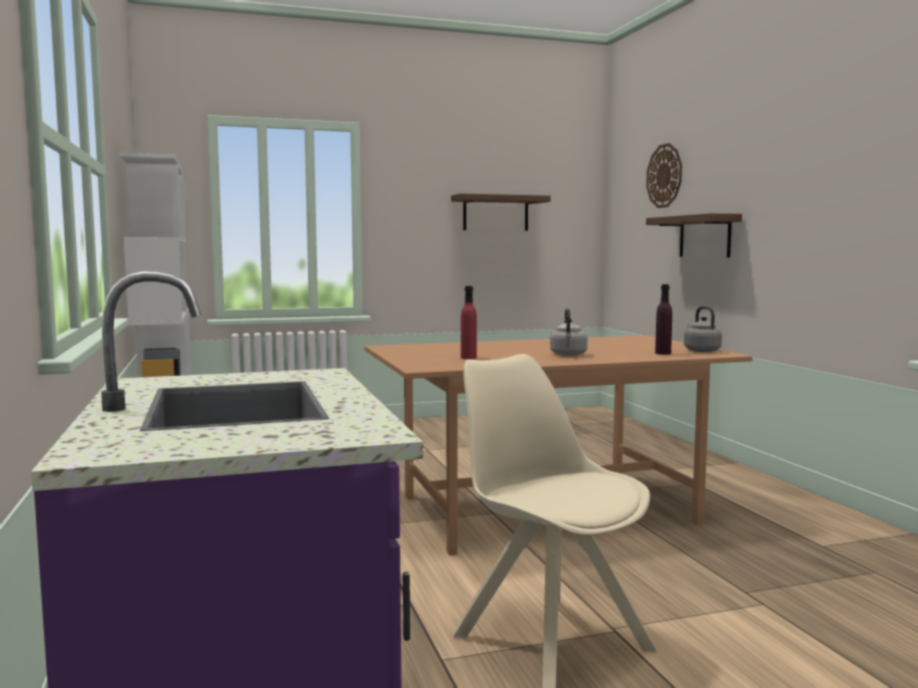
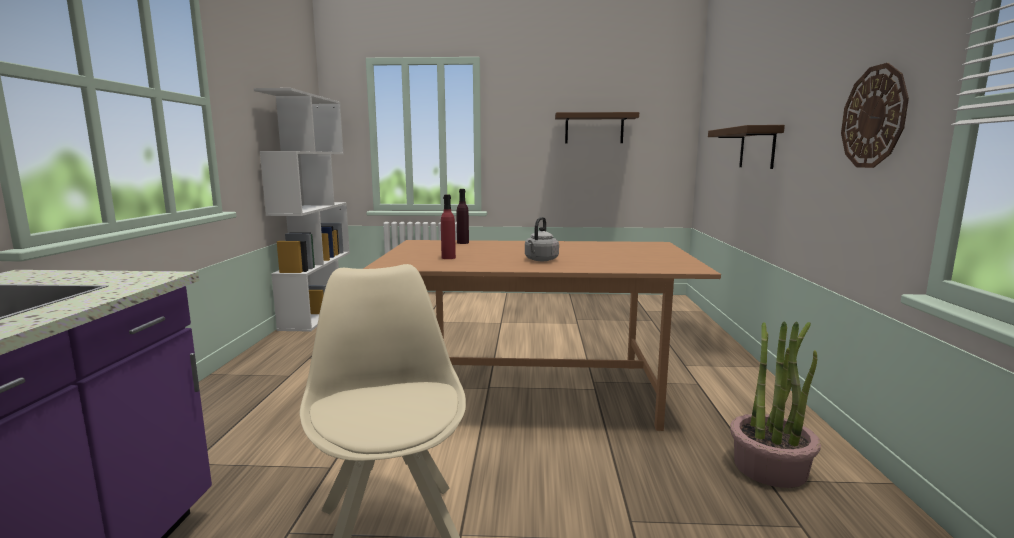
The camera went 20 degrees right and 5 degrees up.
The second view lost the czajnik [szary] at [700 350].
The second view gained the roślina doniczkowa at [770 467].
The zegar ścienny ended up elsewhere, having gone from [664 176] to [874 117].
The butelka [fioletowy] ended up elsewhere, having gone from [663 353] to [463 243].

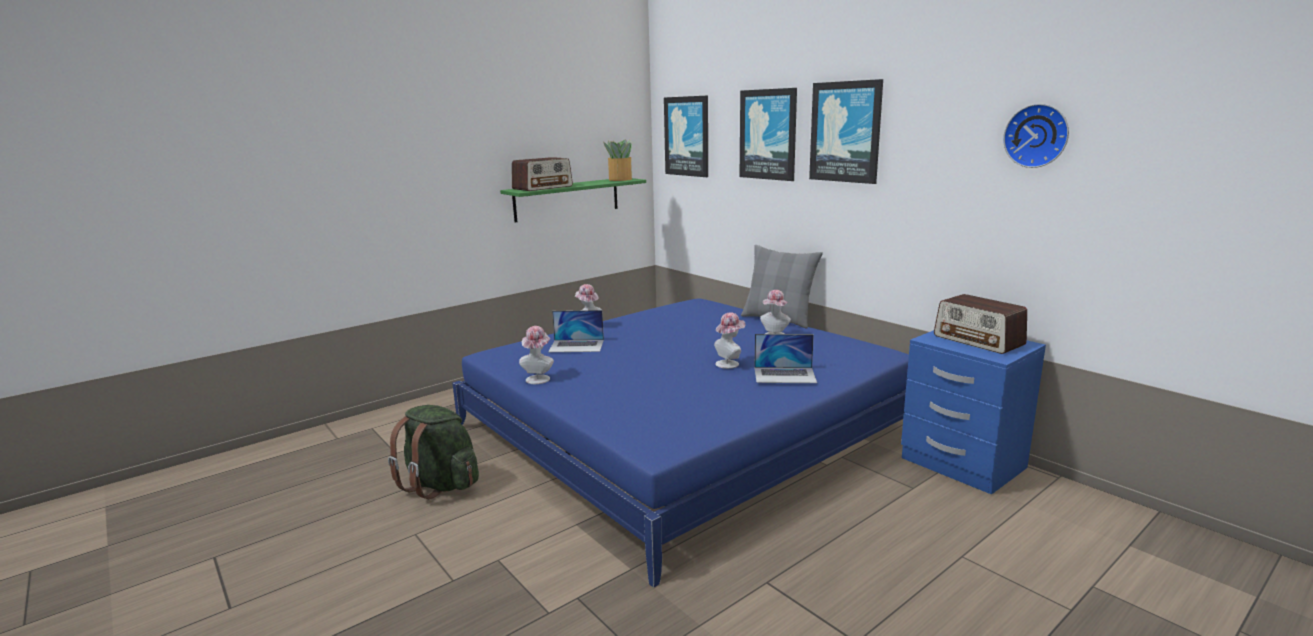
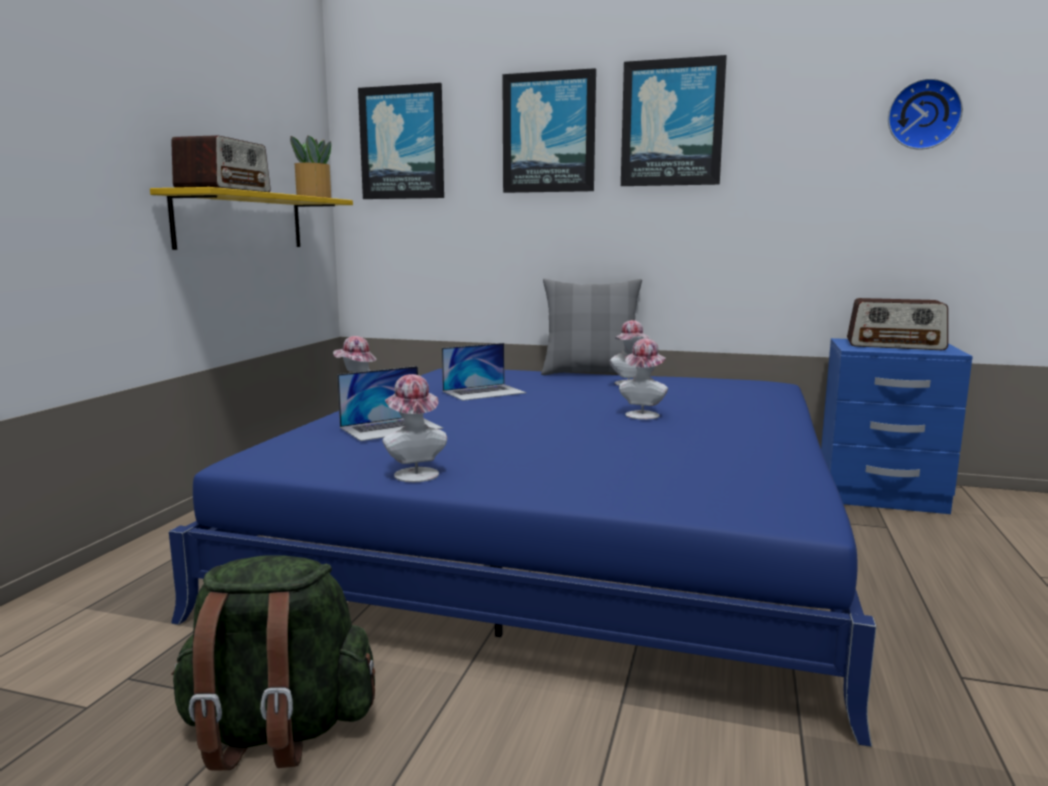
The camera went 35 degrees left and 5 degrees down.
The laptop ended up elsewhere, having gone from [785 375] to [484 392].
What was the półka [zielony] at [567 199] turned into the półka [żółty] at [241 221].

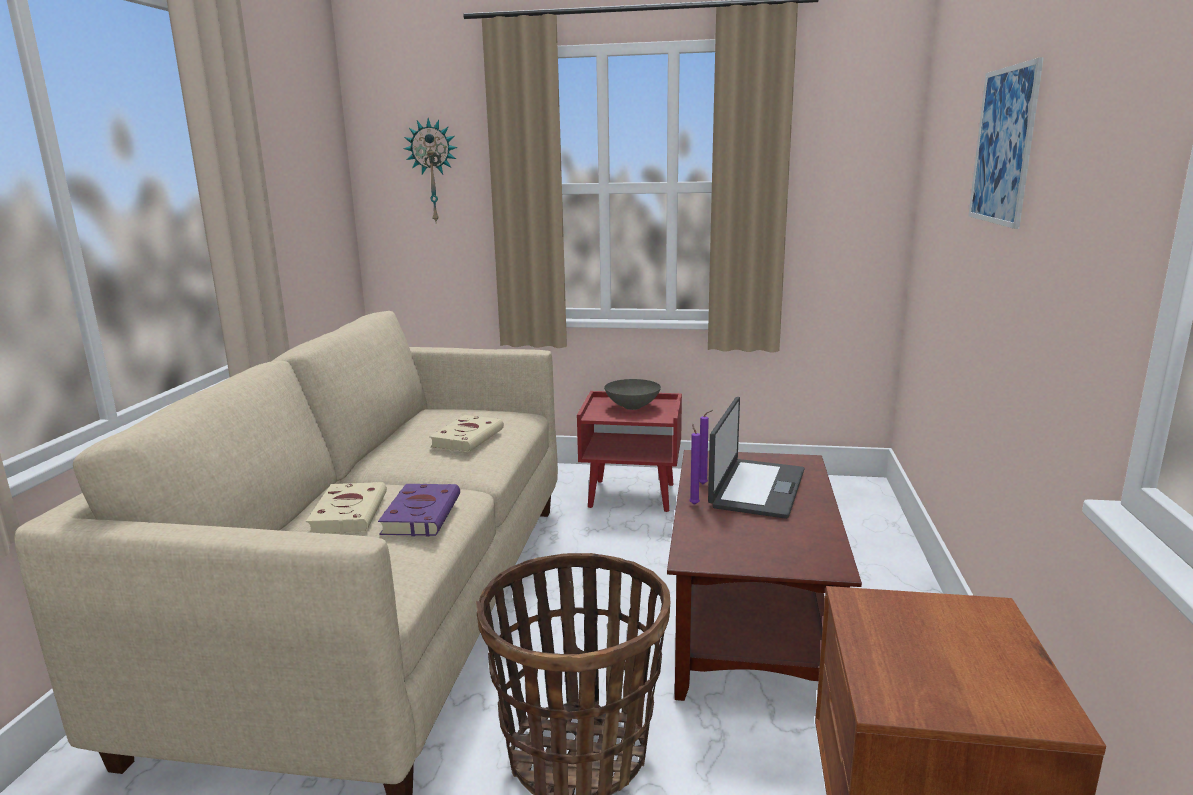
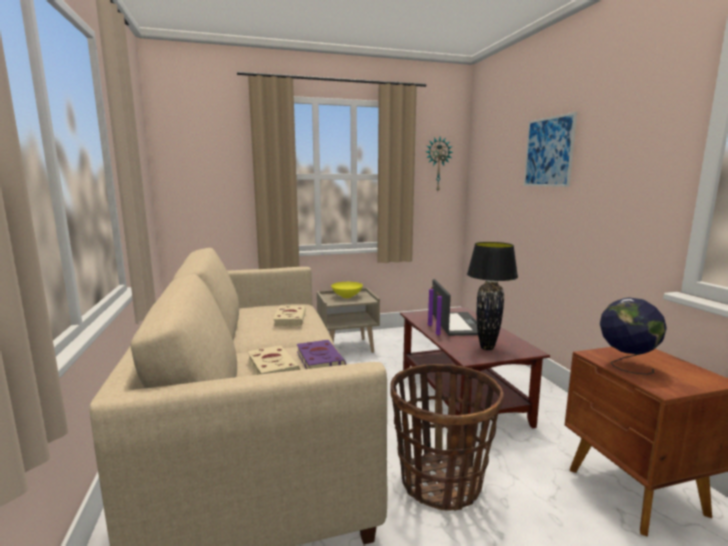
The camera went 25 degrees left and 5 degrees down.
The second view gained the lampa stołowa [czarny] at [486 348].
The second view gained the globus at [625 366].
The zegar ścienny ended up elsewhere, having gone from [433 171] to [437 164].
What was the szafka nocna [czerwony] at [633 495] turned into the szafka nocna [beżowy] at [348 347].
What was the miska [szary] at [633 407] turned into the miska [żółty] at [347 296].

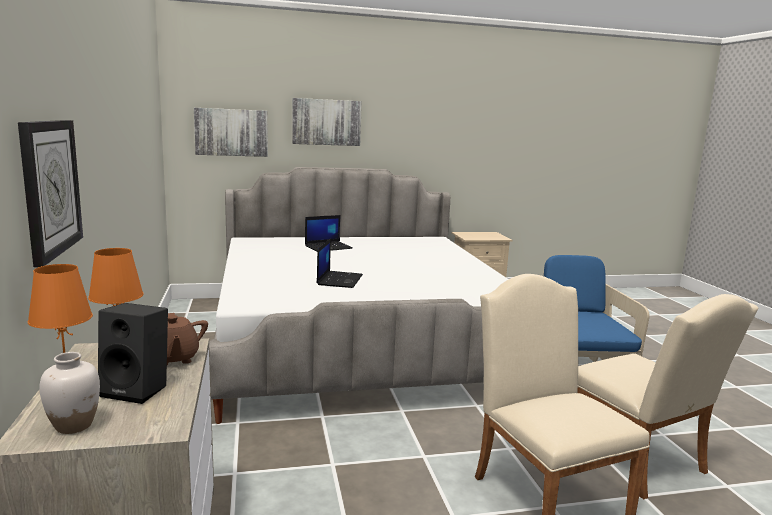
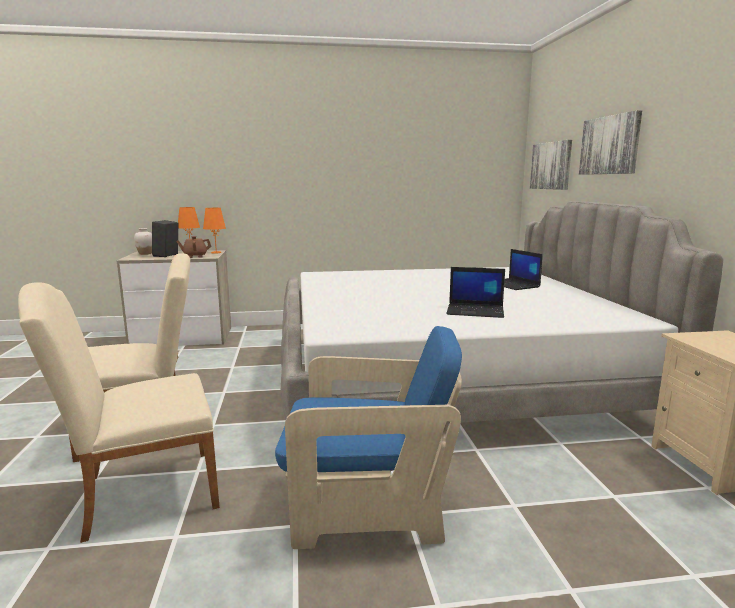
The camera went 95 degrees right and 0 degrees up.
The second view lost the zegar ścienny at [50 187].
The laptop ended up elsewhere, having gone from [339 279] to [476 311].

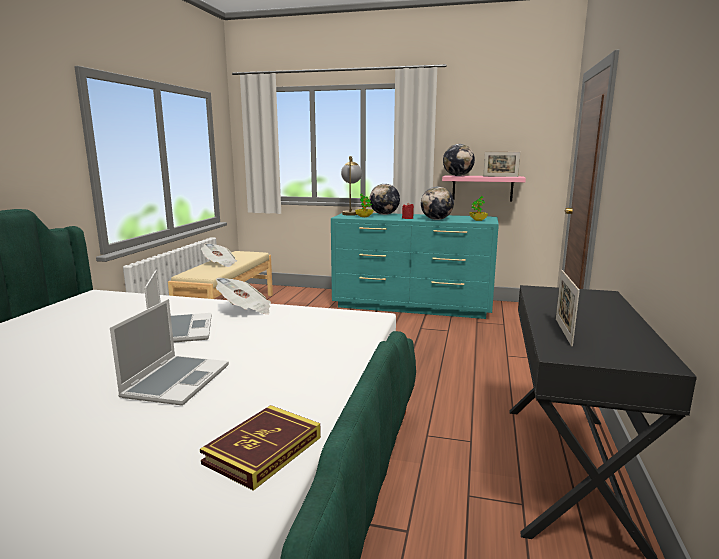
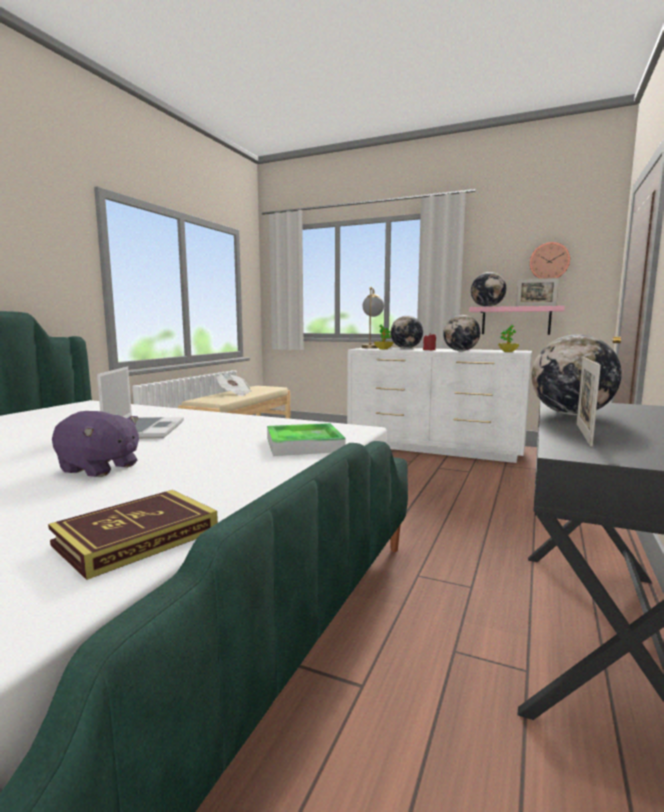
The camera went 10 degrees right and 5 degrees down.
The second view lost the gazeta at [246 310].
The second view gained the taca at [304 444].
The second view gained the zegar ścienny at [549 261].
The second view gained the globus at [571 414].
Where the laptop stood at [176 381], the pluszak [fioletowy] came to stand at [99 468].
What was the komoda [turkusowy] at [413 306] turned into the komoda [biały] at [434 448].

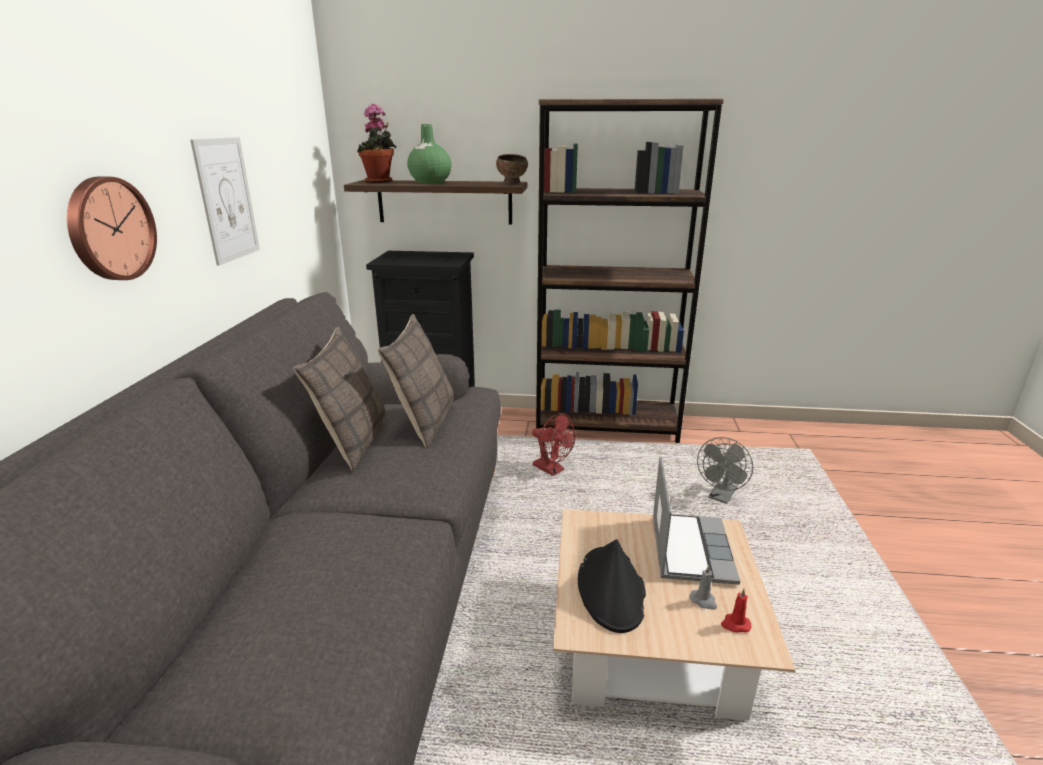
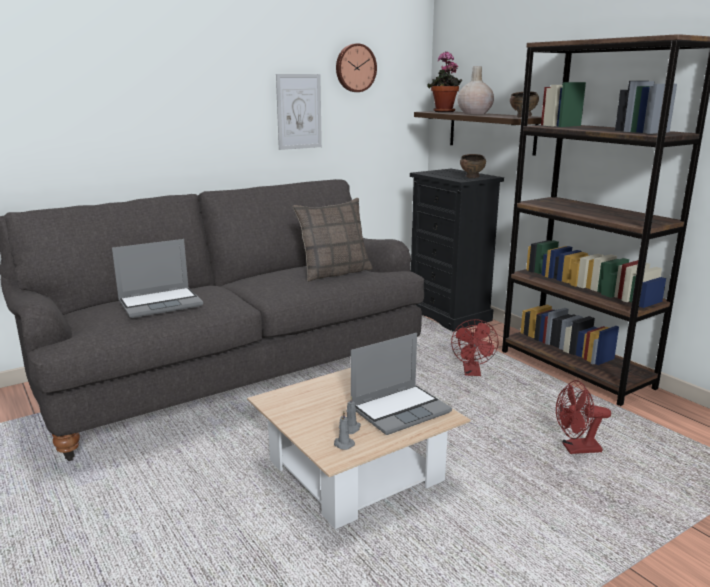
The camera went 50 degrees right and 5 degrees down.
The second view lost the poduszka at [352 441].
The second view lost the kapelusz [czarny] at [611 589].
The second view gained the laptop at [161 303].
The second view gained the miska [brązowy] at [472 177].
The zegar ścienny ended up elsewhere, having gone from [109 229] to [355 68].
What was the wazon [zielony] at [430 182] turned into the wazon [beżowy] at [474 113].
What was the wentylator [szary] at [721 497] turned into the wentylator [czerwony] at [576 449].
What was the świeca [czerwony] at [735 624] turned into the świeca [szary] at [343 444].

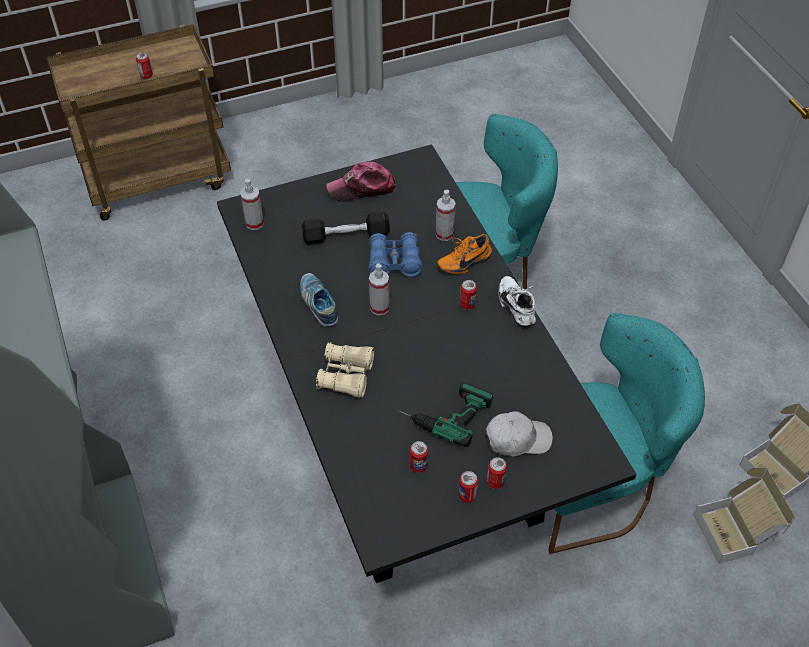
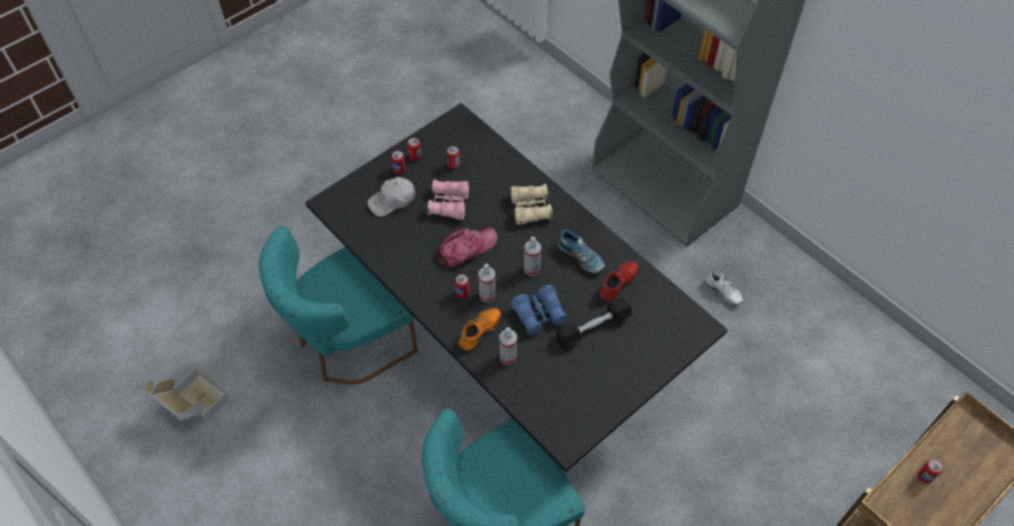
The camera went 160 degrees right and 5 degrees up.
The second view lost the karton at [736 531].
The second view gained the but [czerwony] at [619 285].
The spryskiwacz ended up elsewhere, having gone from [254 223] to [487 295].
The czapka z daszkiem ended up elsewhere, having gone from [362 188] to [466 248].
The but [biały] ended up elsewhere, having gone from [518 307] to [722 293].
Where the wiertarka stood at [445 412], the lornetka [różowy] came to stand at [449 204].

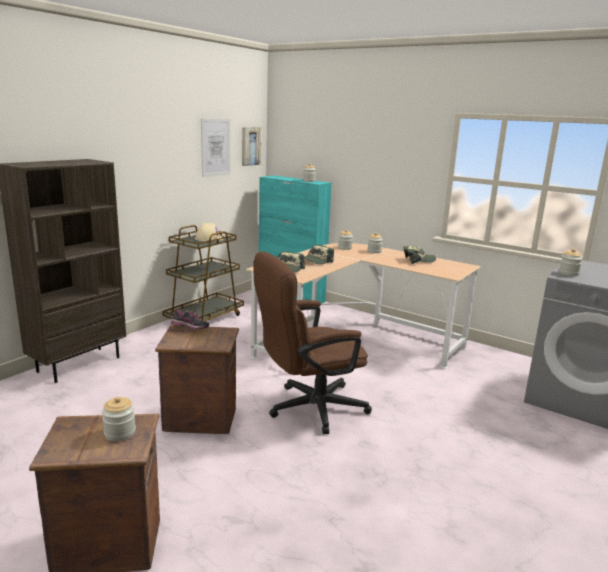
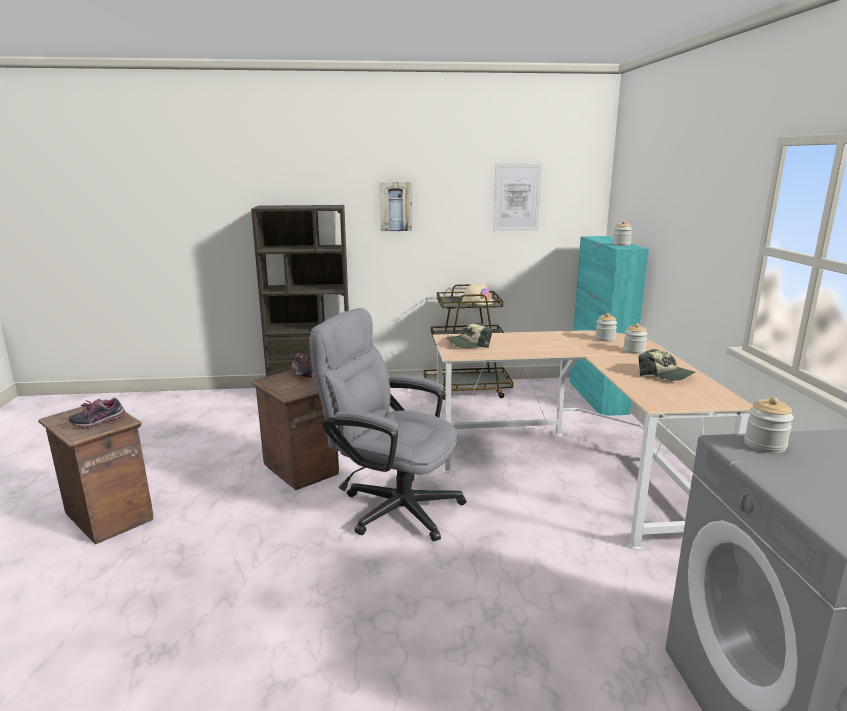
The camera went 50 degrees right and 0 degrees up.
The second view lost the czapka z daszkiem at [316 261].
The obraz ended up elsewhere, having gone from [250 146] to [395 206].
Where the słoik stood at [120 433], the but came to stand at [98 422].
What was the krzesło biurowe [brązowy] at [308 408] turned into the krzesło biurowe [szary] at [391 505].

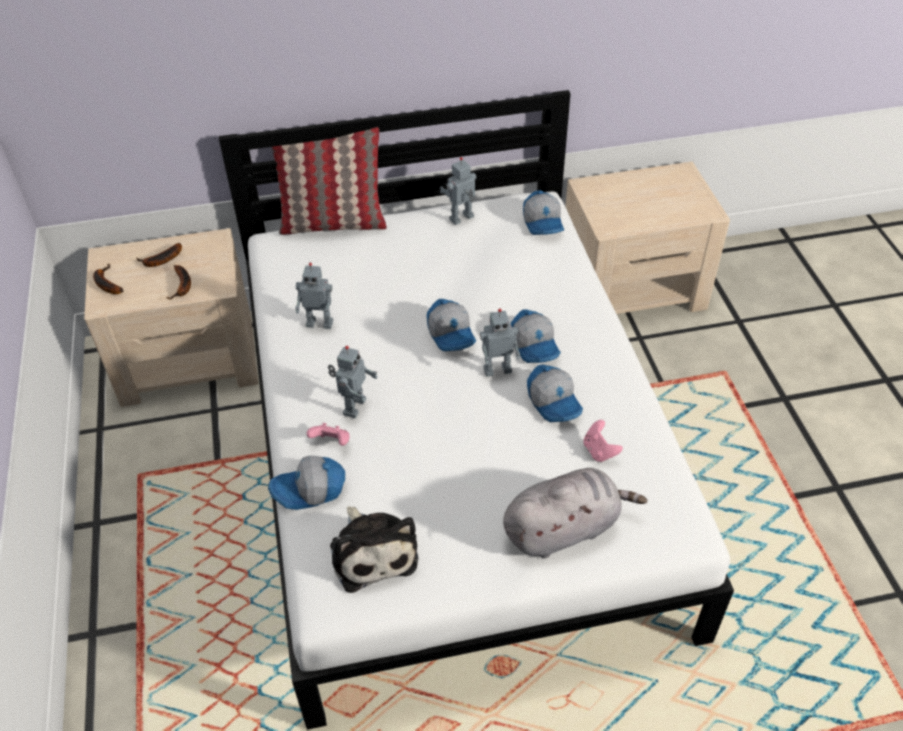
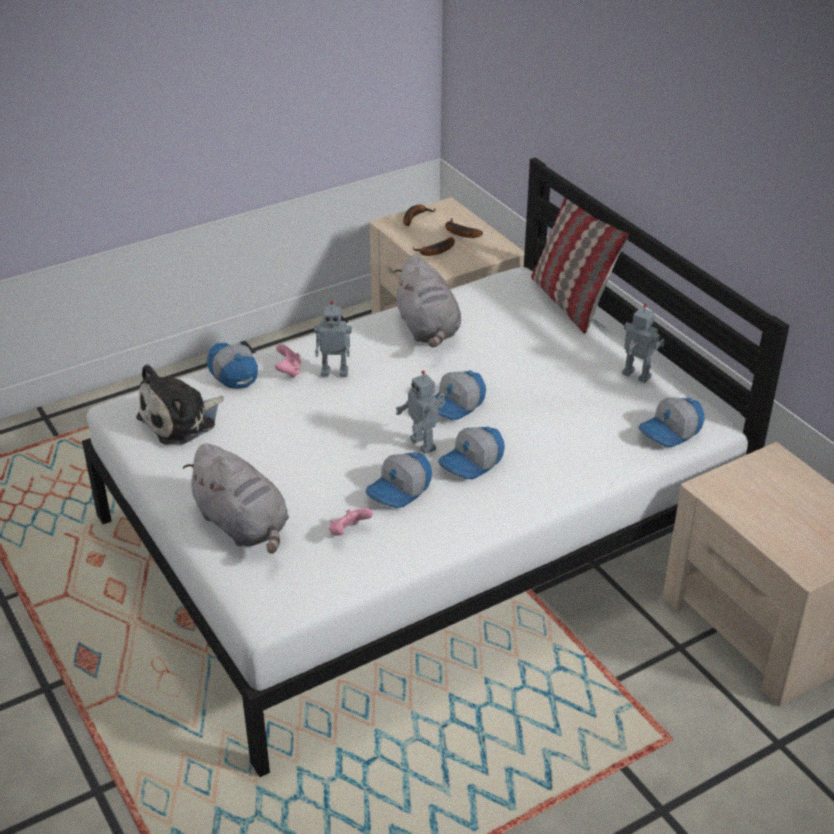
The camera went 70 degrees right and 10 degrees down.
Where the robot zabawkowy stood at [320 323], the pluszak [szary] came to stand at [428 329].

